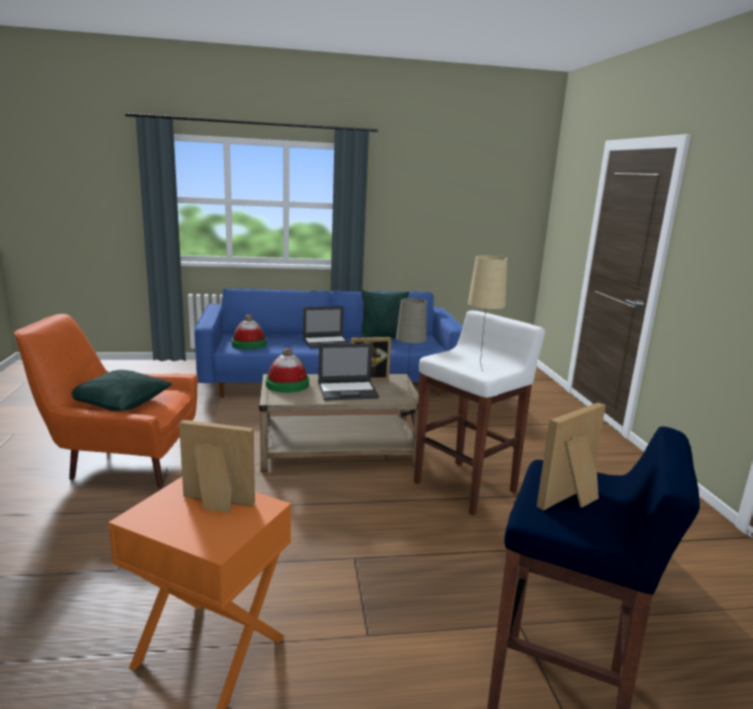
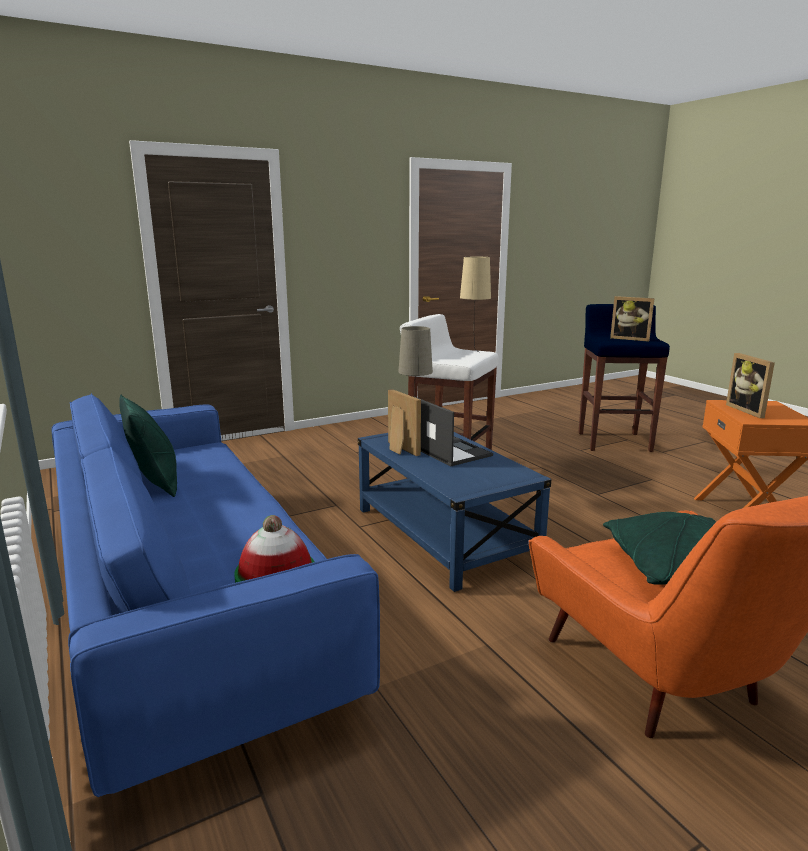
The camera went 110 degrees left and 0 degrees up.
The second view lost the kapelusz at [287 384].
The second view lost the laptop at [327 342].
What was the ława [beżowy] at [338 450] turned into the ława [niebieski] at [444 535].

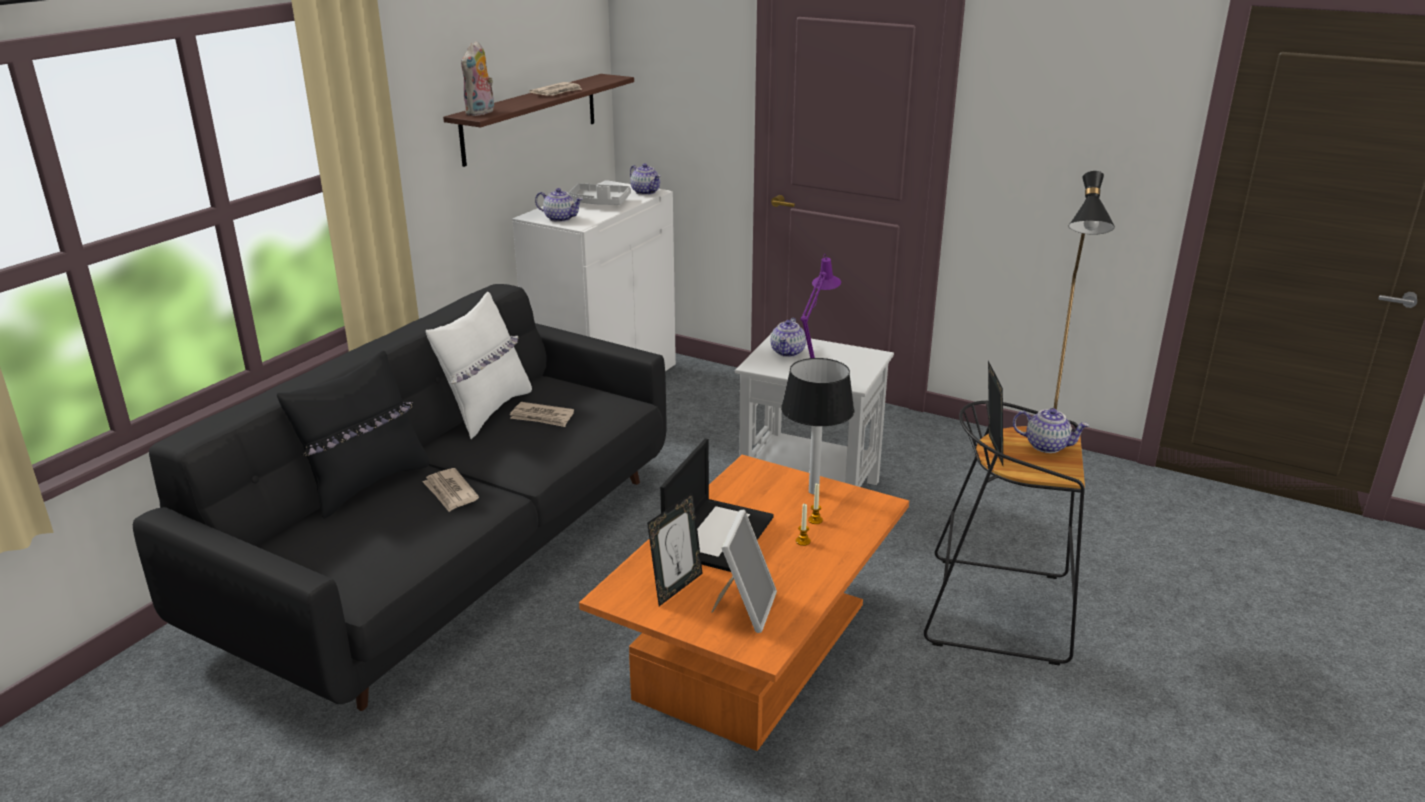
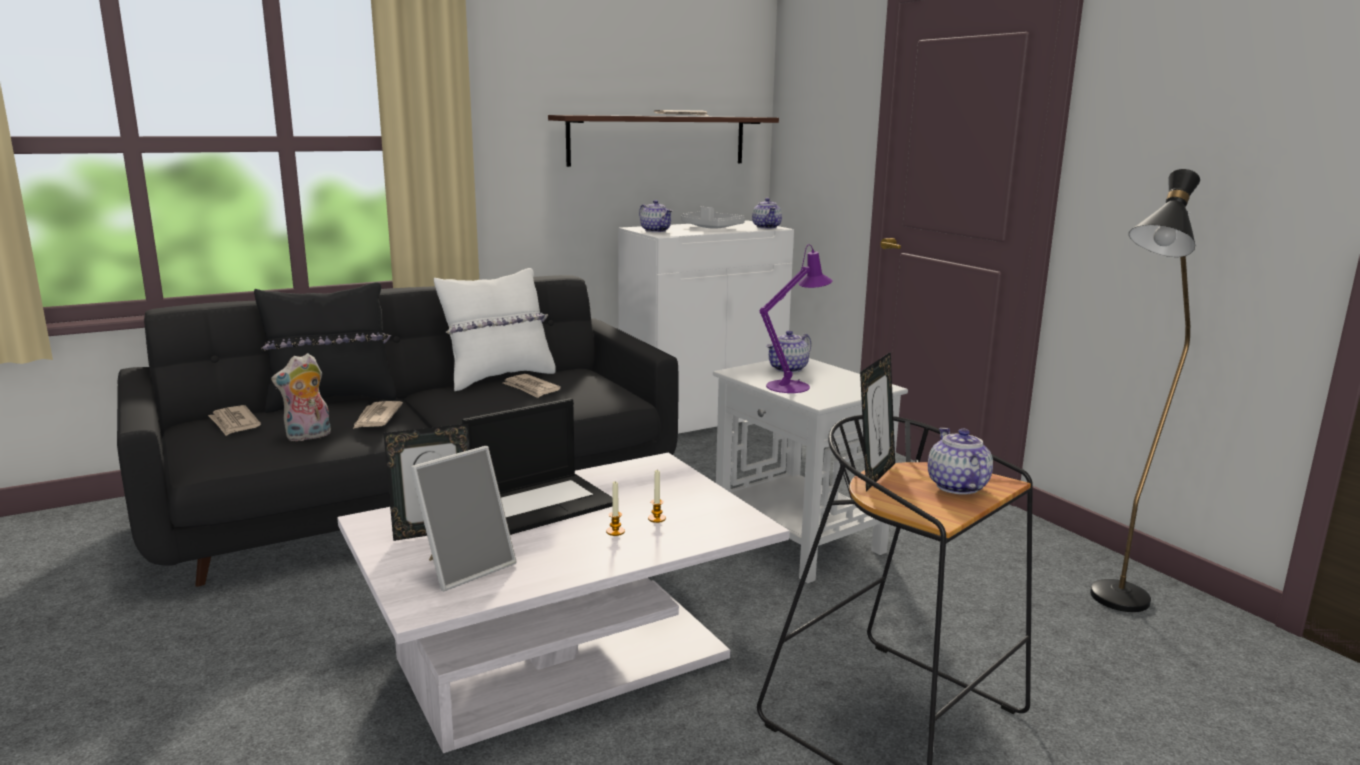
The camera went 30 degrees right and 10 degrees down.
The second view lost the lampa stołowa at [814 491].
The second view gained the gazeta at [234 423].
The pluszak ended up elsewhere, having gone from [481 113] to [308 437].
What was the ława [pomarańczowy] at [754 649] turned into the ława [biały] at [564 657].
The imbryk at [1047 446] ended up facing another way, 150 degrees counterclockwise from before.

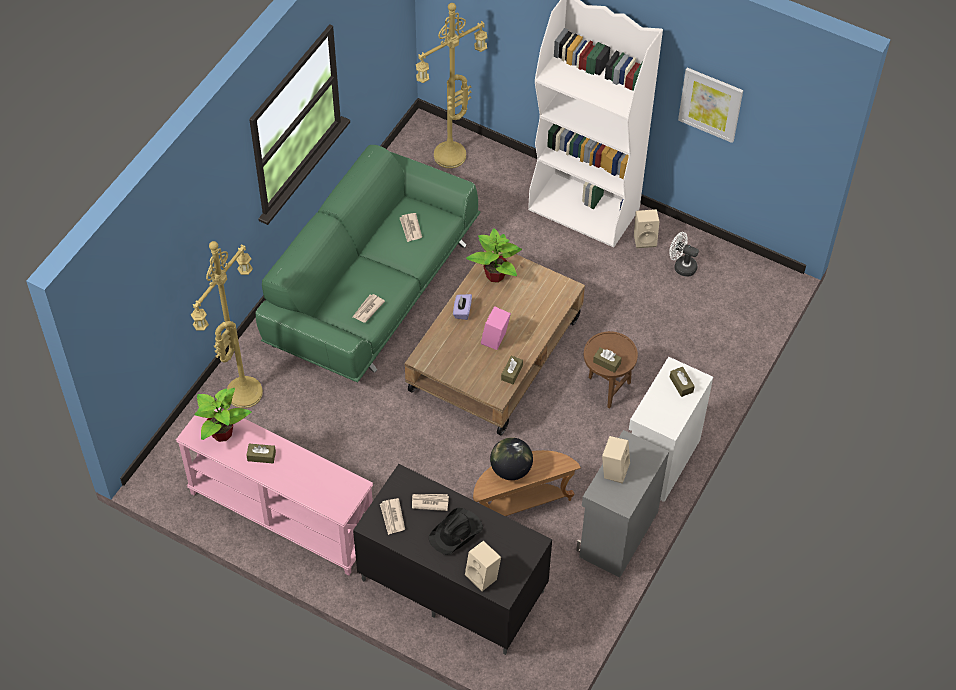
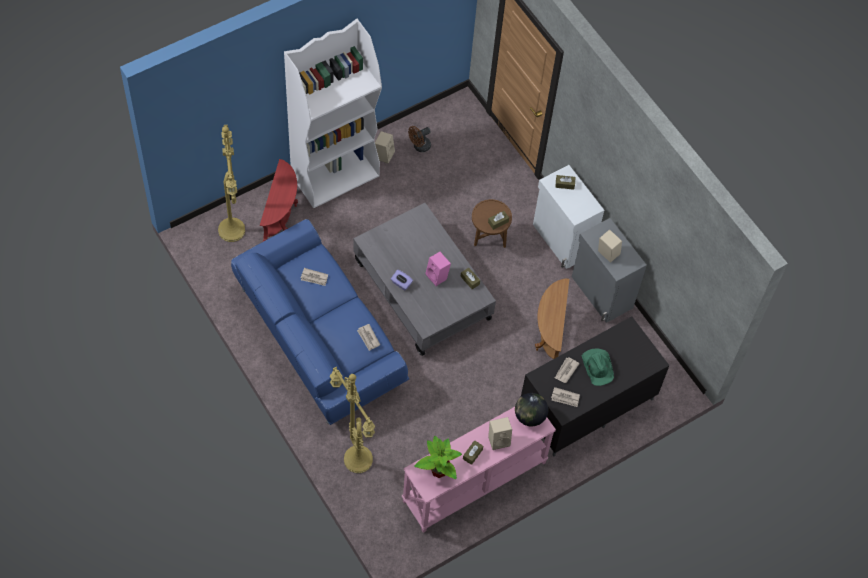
The camera went 65 degrees left and 5 degrees up.
The second view lost the roślina doniczkowa at [496 275].
The second view lost the obraz at [710 104].
The second view gained the stolik [czerwony] at [281 218].
The głośnik [beżowy] ended up elsewhere, having gone from [483 576] to [499 439].
The globus ended up elsewhere, having gone from [511 469] to [529 416].
What was the kanapa [zielony] at [372 288] turned into the kanapa [niebieski] at [318 336].
What was the ława [brązowy] at [494 354] turned into the ława [szary] at [421 290].
What was the kapelusz [czarny] at [456 533] turned into the kapelusz [zielony] at [597 367].
What was the wentylator [biały] at [681 266] turned into the wentylator [brązowy] at [419 147].

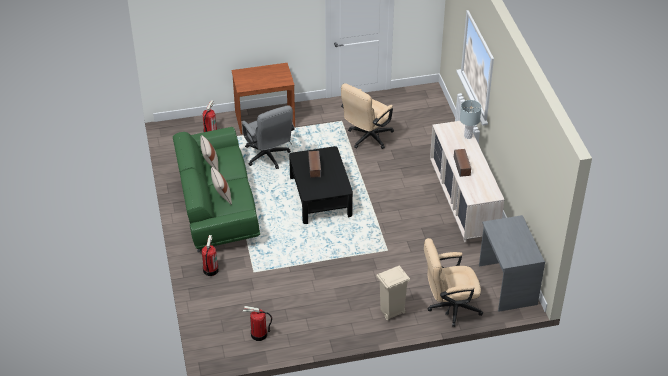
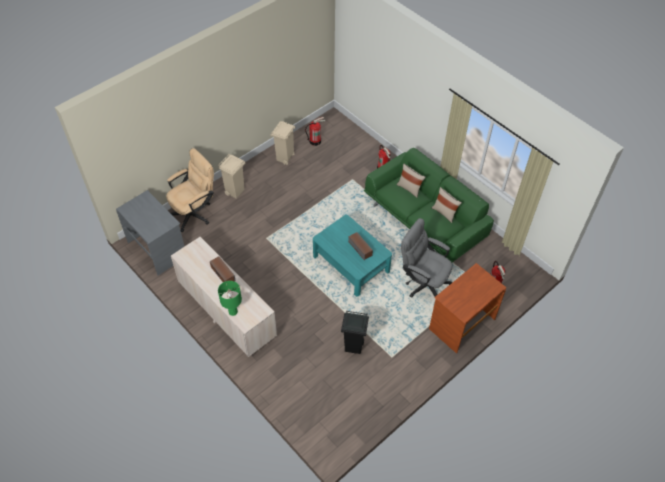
The camera went 150 degrees right and 10 degrees up.
The second view gained the kosz na śmieci [beżowy] at [284 158].
Where the krzesło biurowe [beżowy] stood at [367 138], the kosz na śmieci [czarny] came to stand at [354 346].
What was the ława [czarny] at [320 196] turned into the ława [turkusowy] at [351 263].
What was the lampa stołowa [szary] at [468 136] turned into the lampa stołowa [zielony] at [233 312].

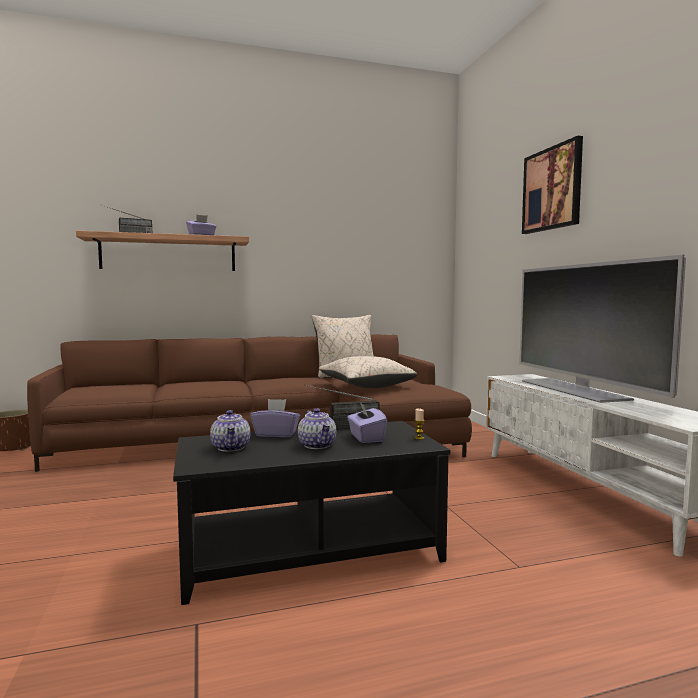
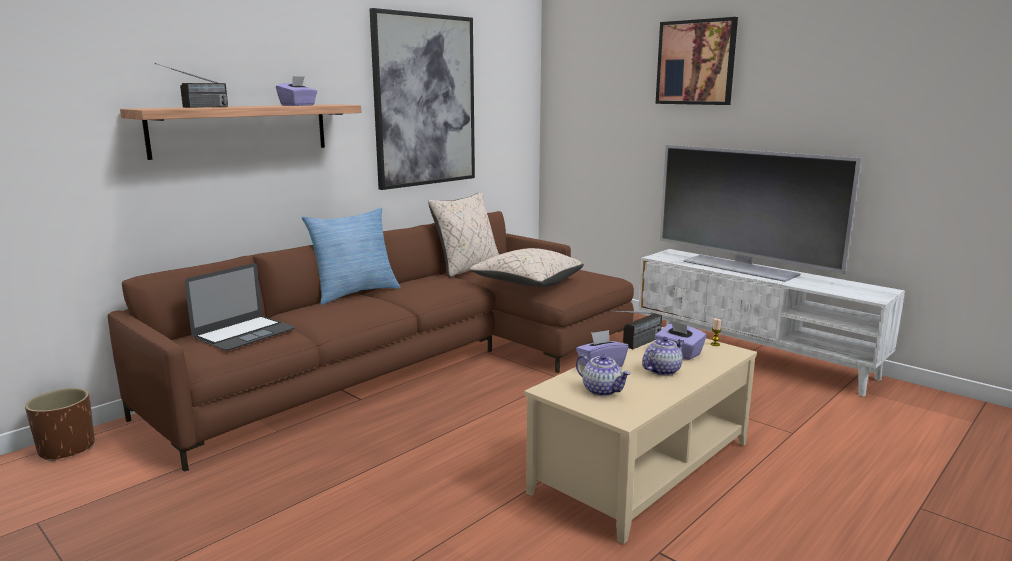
The camera went 30 degrees left and 10 degrees up.
The second view gained the laptop at [244 333].
The second view gained the poduszka at [354 293].
The second view gained the obraz at [425 101].
What was the ława [czarny] at [309 550] turned into the ława [beżowy] at [641 466].
The imbryk at [317 445] ended up facing another way, 75 degrees counterclockwise from before.

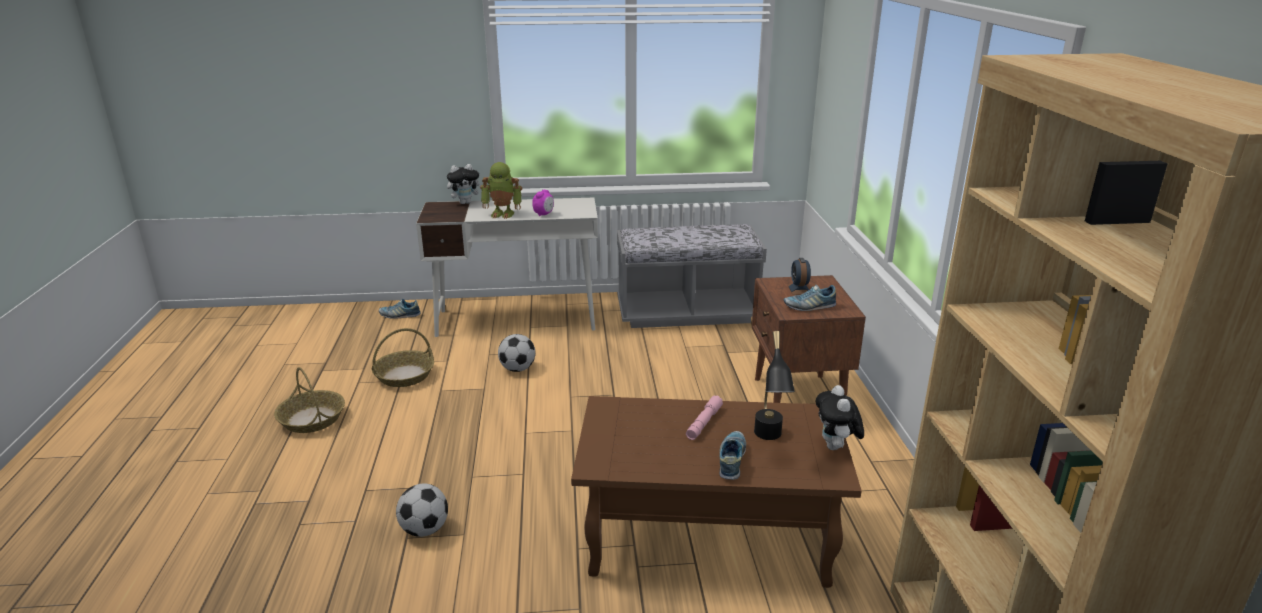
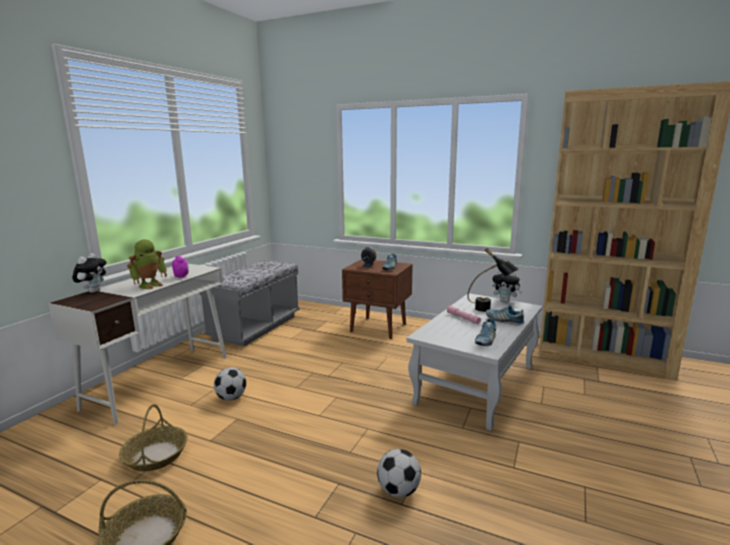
The camera went 60 degrees left and 10 degrees down.
The but ended up elsewhere, having gone from [400 315] to [485 341].
What was the ława [brązowy] at [705 536] turned into the ława [biały] at [476 385].

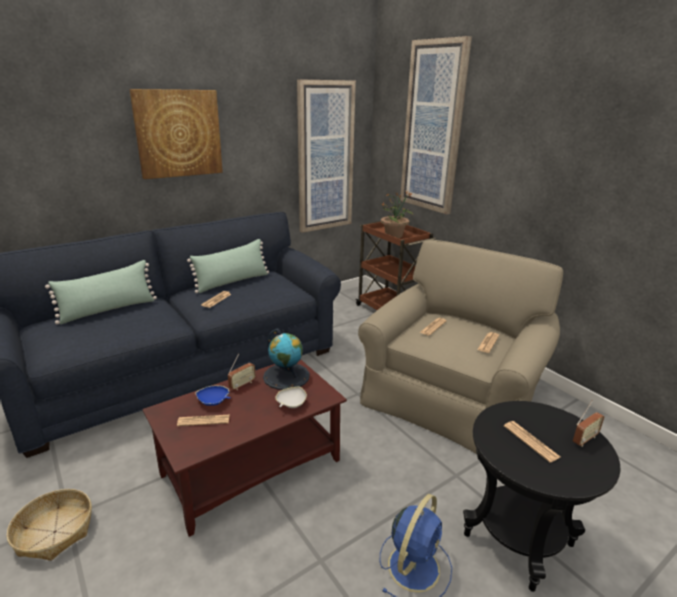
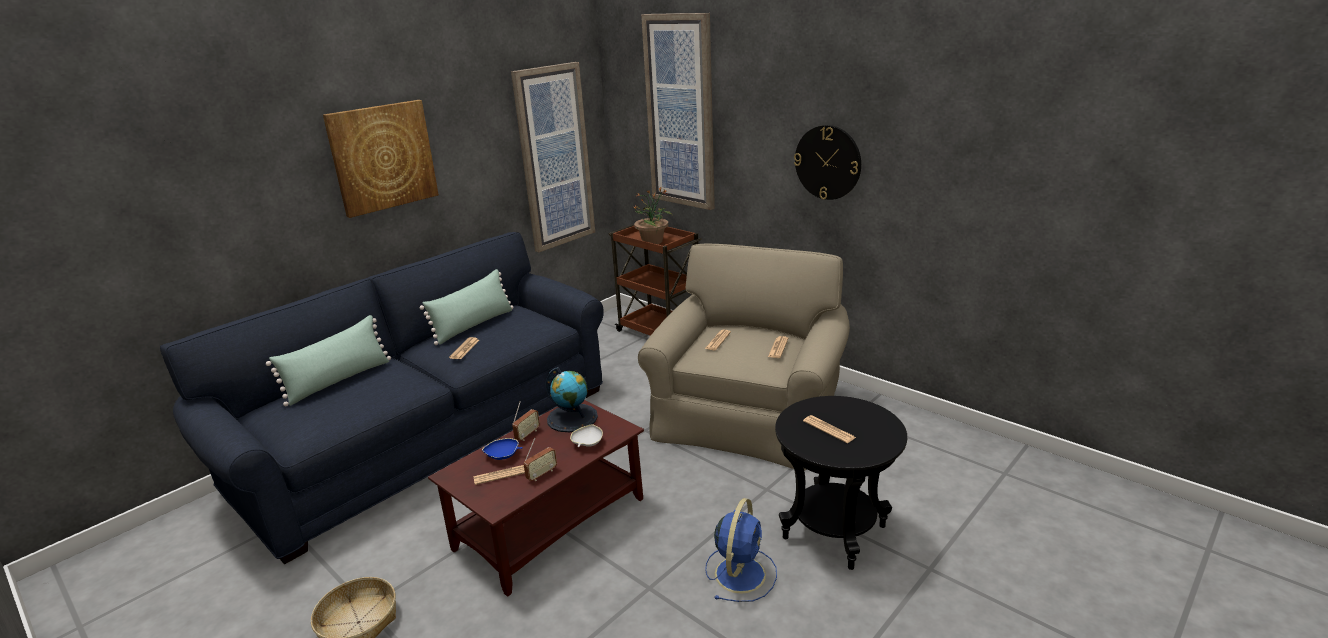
The camera went 10 degrees left and 0 degrees up.
The second view gained the zegar ścienny at [828 162].
The radio ended up elsewhere, having gone from [584 439] to [541 474].

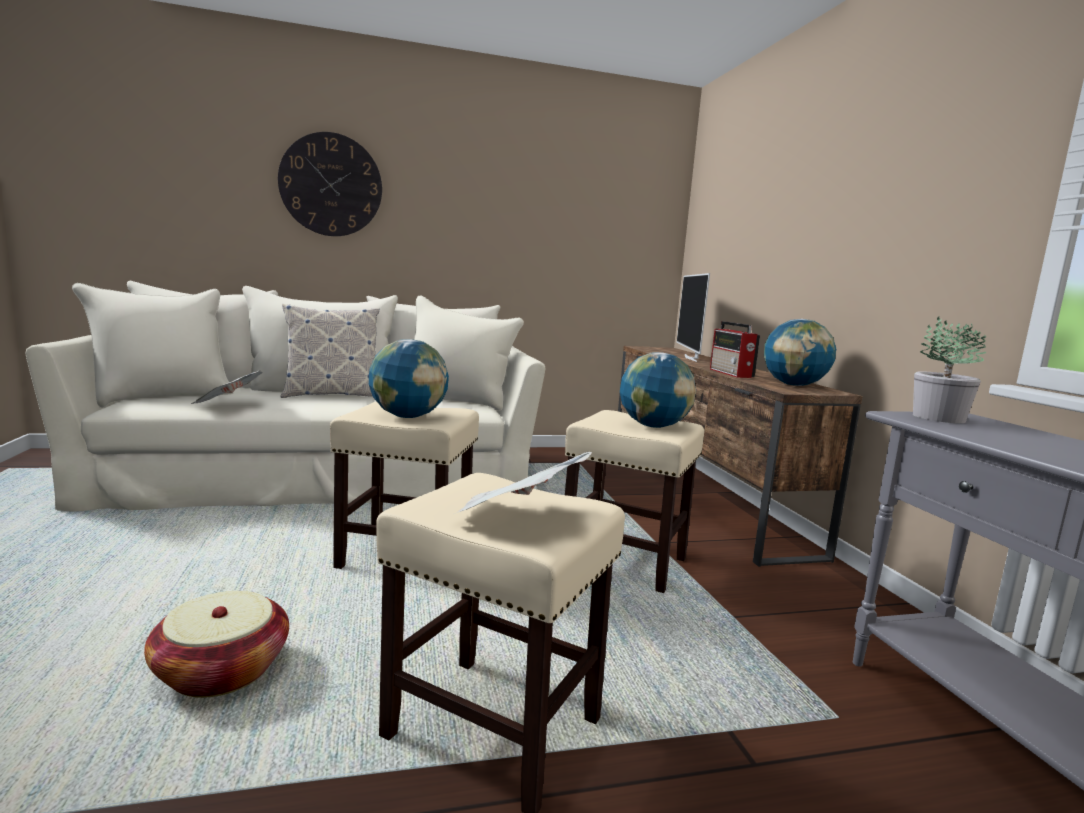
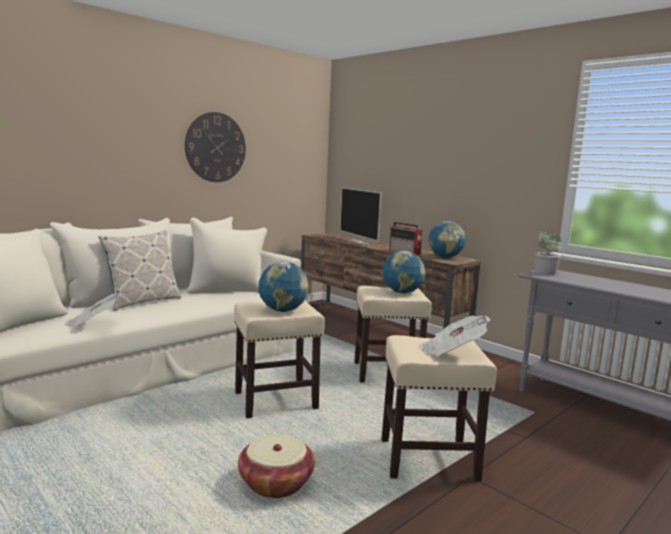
The camera went 30 degrees left and 0 degrees up.
The zegar ścienny ended up elsewhere, having gone from [331 185] to [215 147].

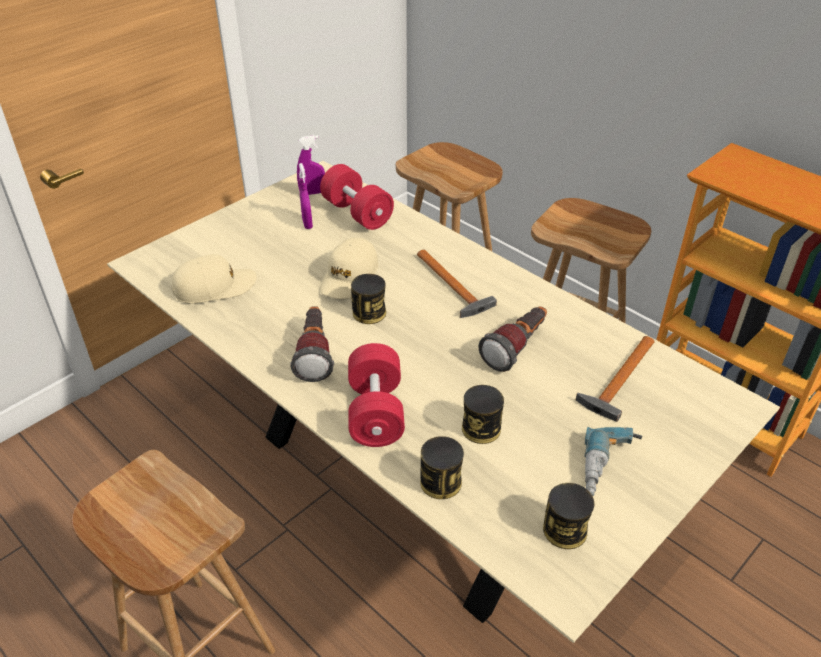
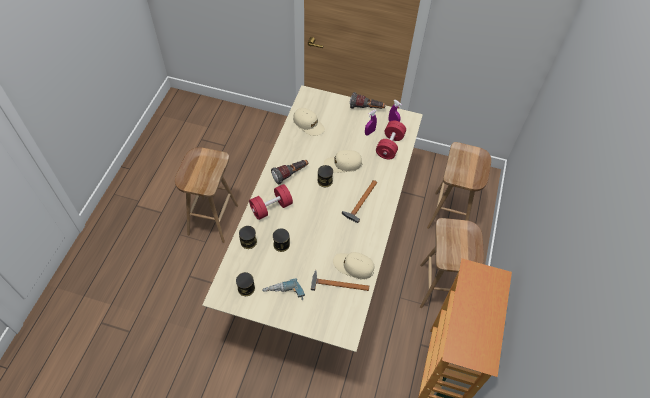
The camera went 60 degrees right and 15 degrees up.
The second view gained the czapka z daszkiem [beżowy] at [353 266].
The latarka ended up elsewhere, having gone from [516 348] to [366 108].

